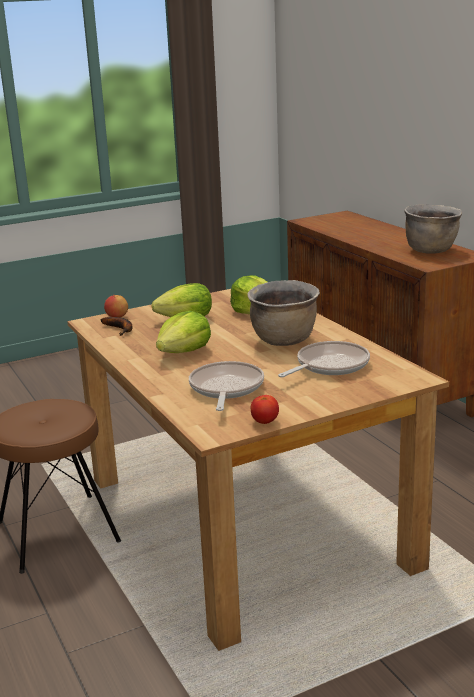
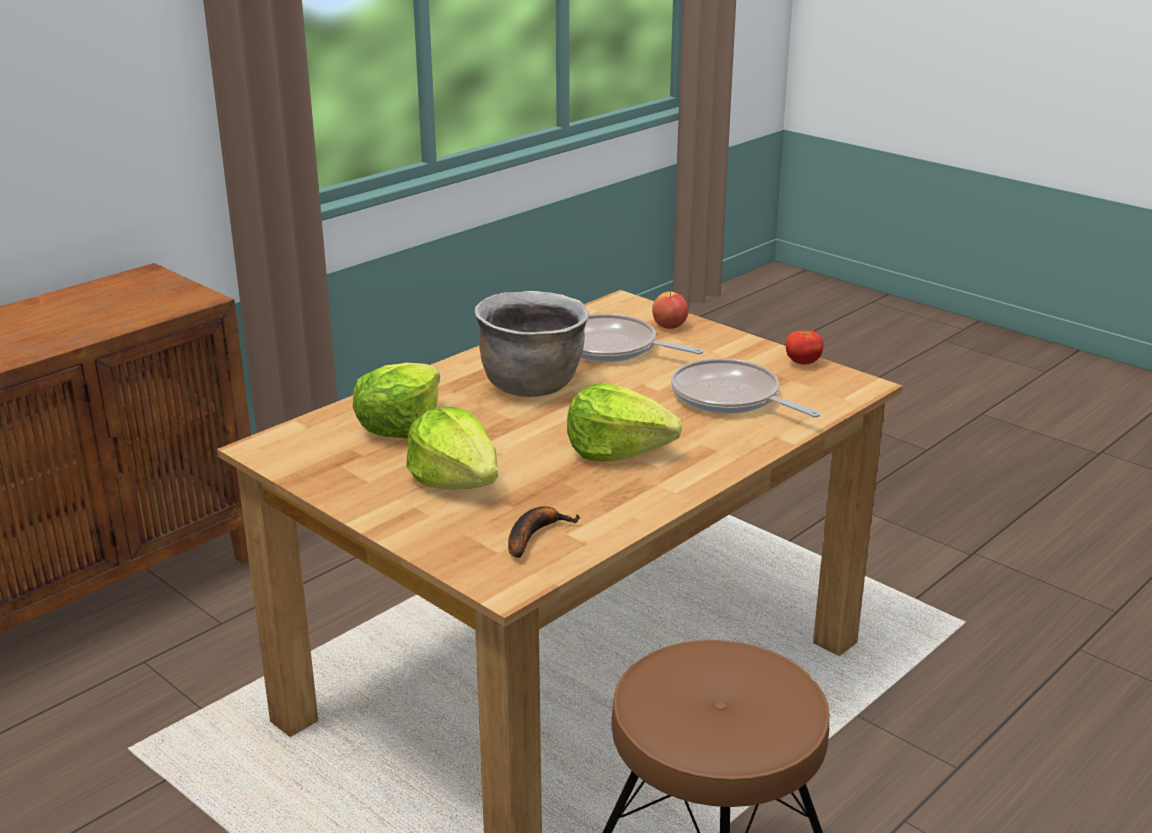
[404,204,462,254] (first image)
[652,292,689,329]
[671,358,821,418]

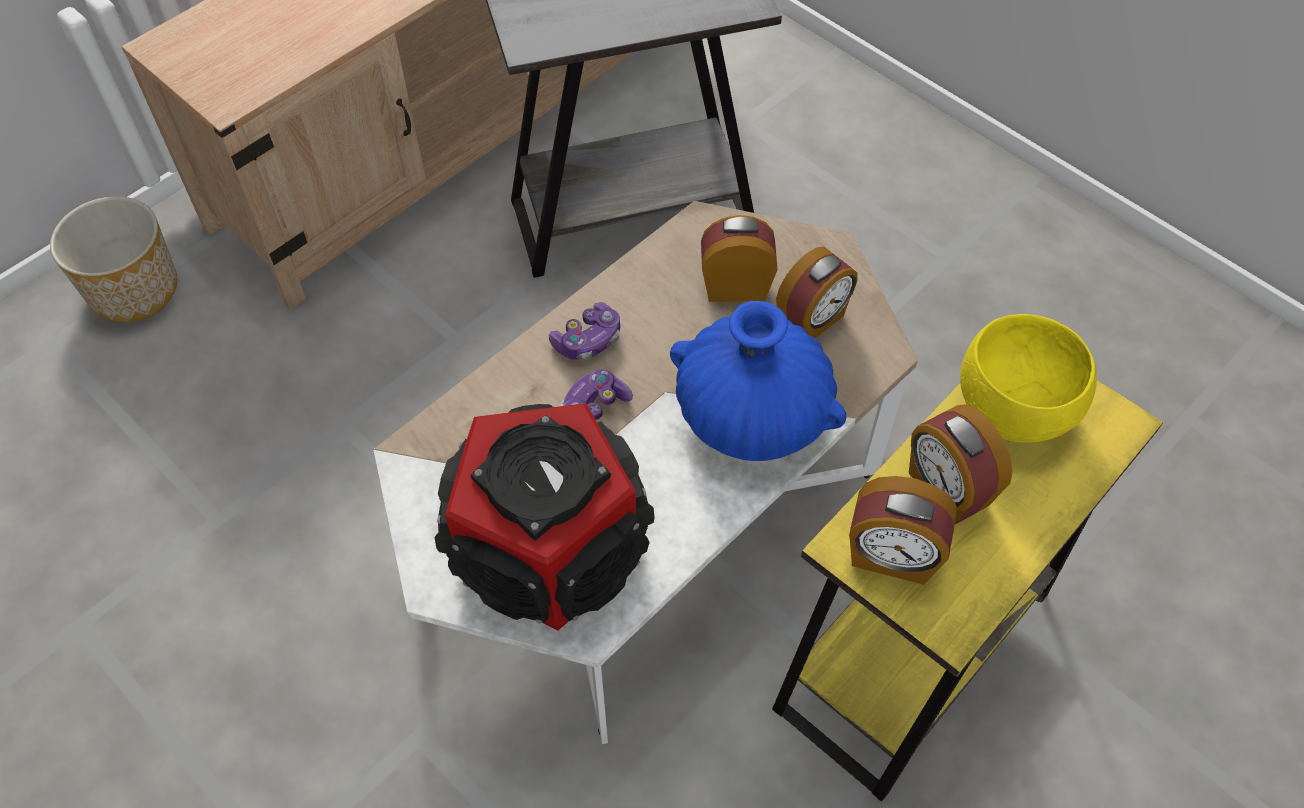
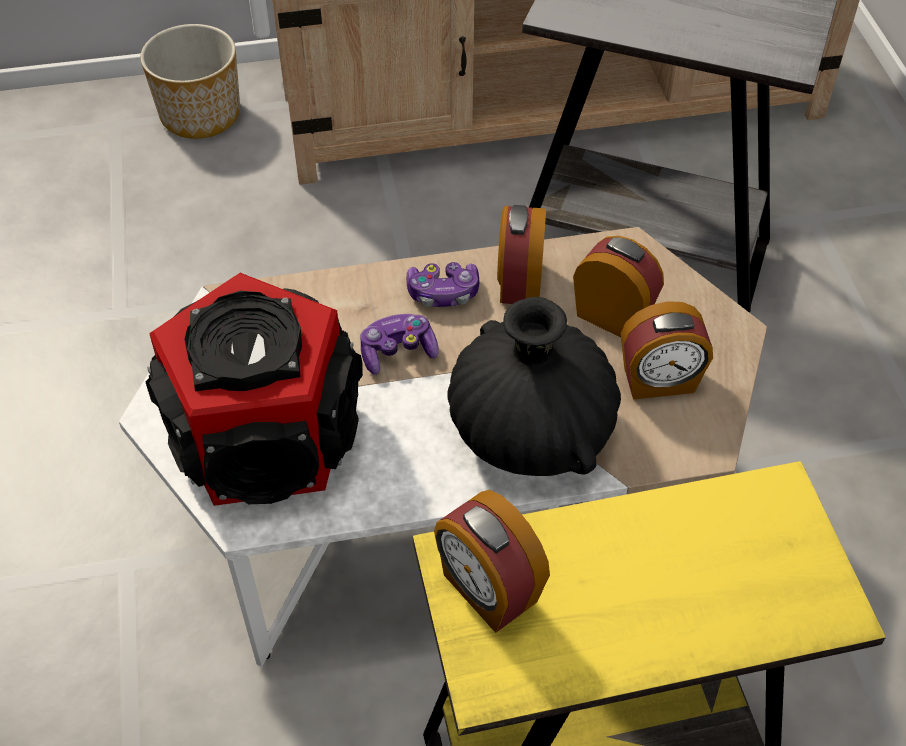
[960,314,1097,443] (first image)
[497,205,546,304]
[447,297,621,476]

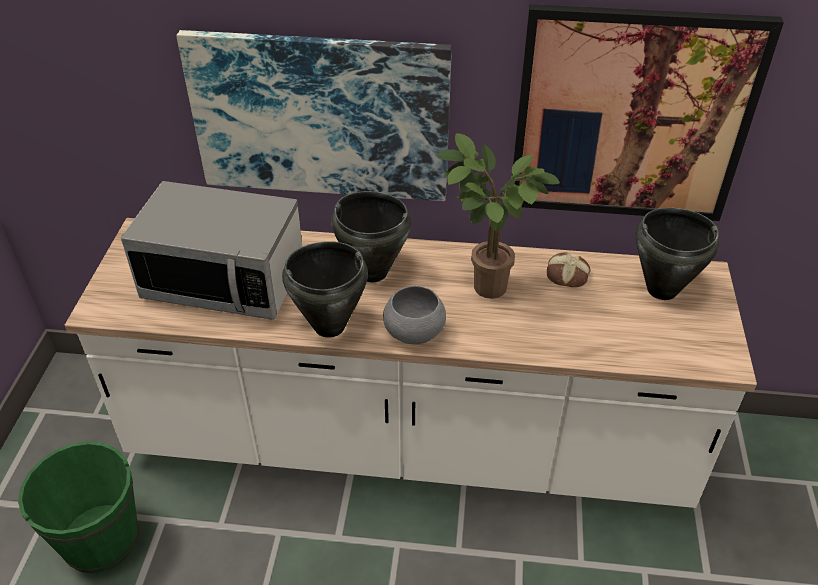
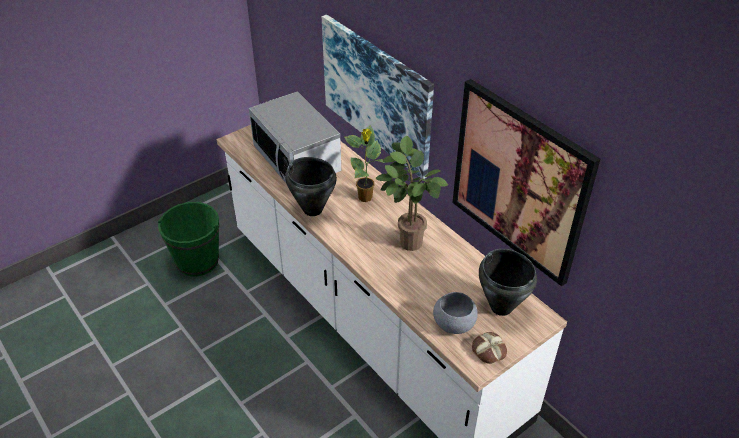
[433,292,478,334]
[472,332,507,364]
[345,125,384,202]

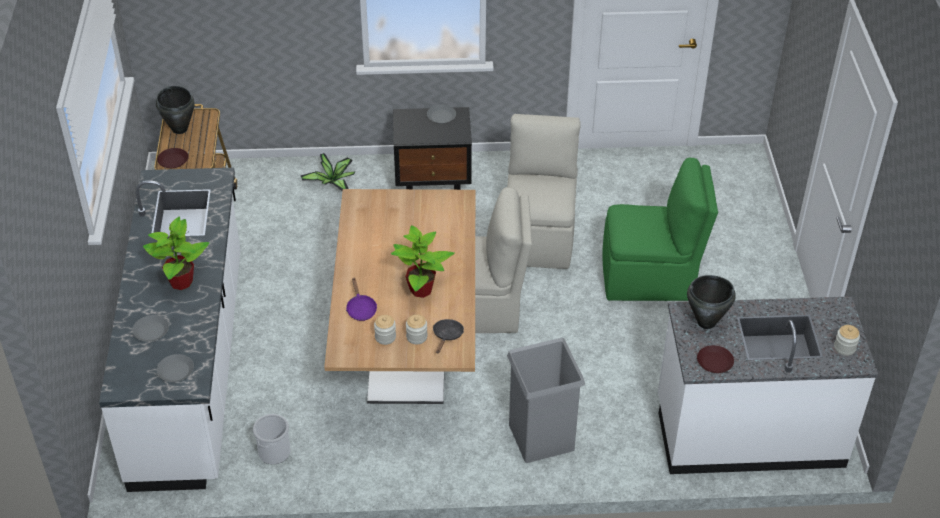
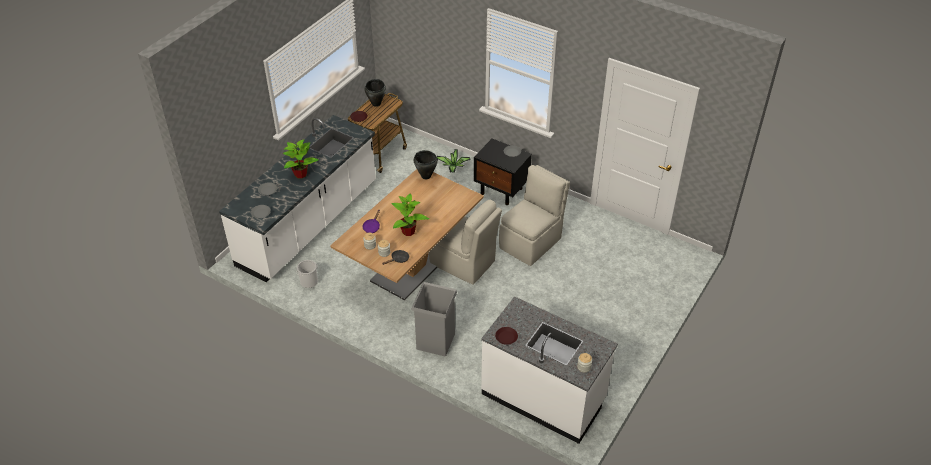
[602,158,718,301] (first image)
[414,150,438,179]

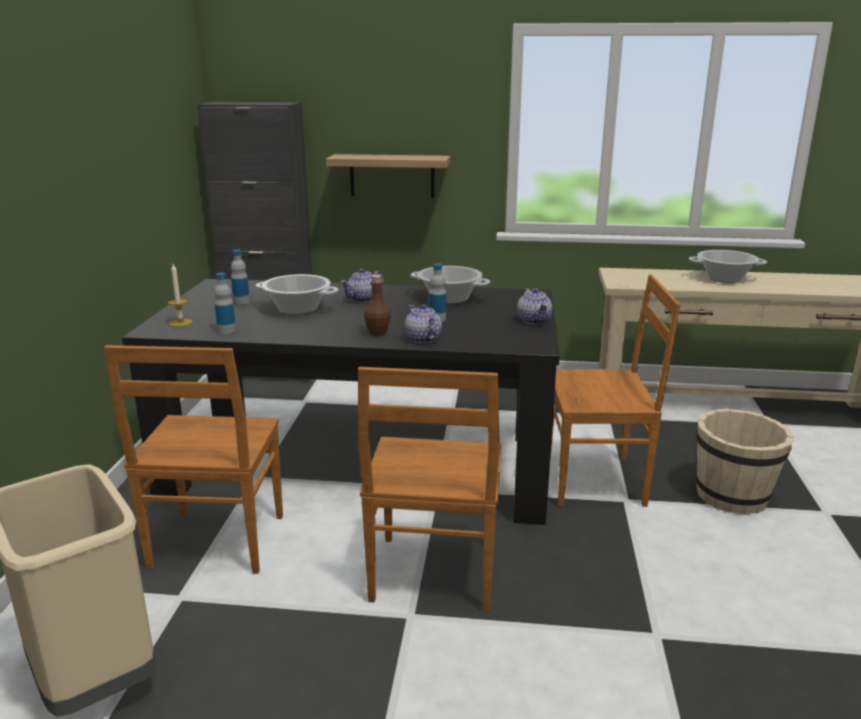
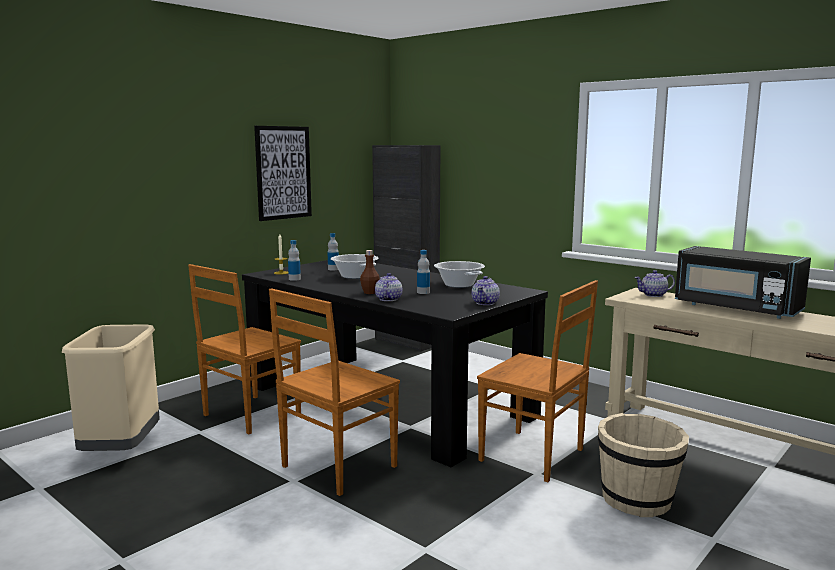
[326,154,450,198] (first image)
[254,126,312,221]
[634,270,675,297]
[675,246,811,319]

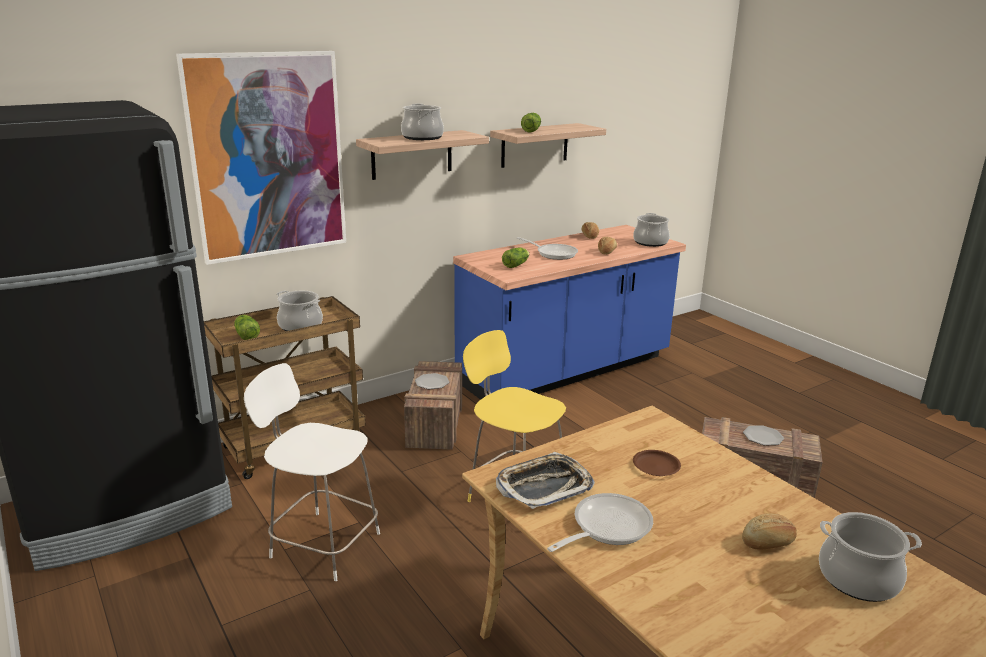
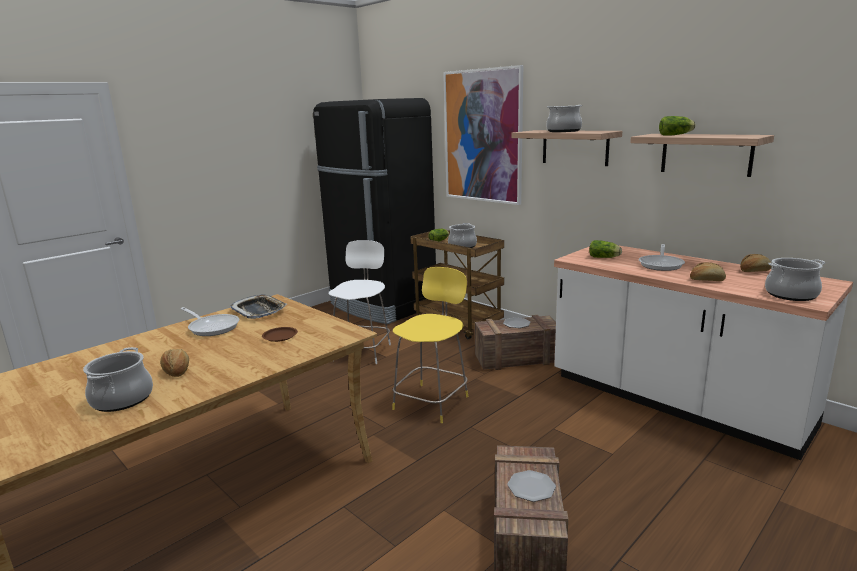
[554,245,853,460]

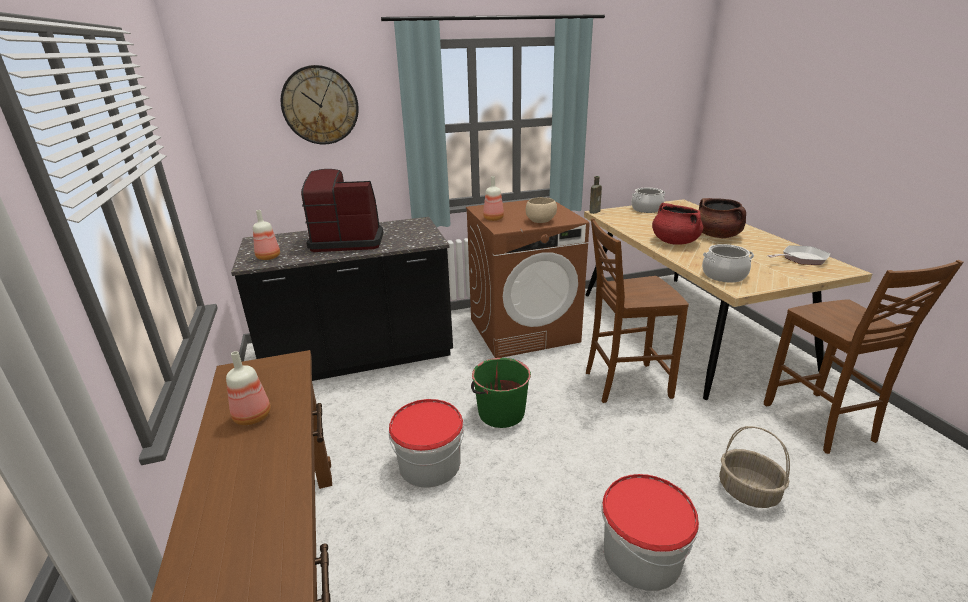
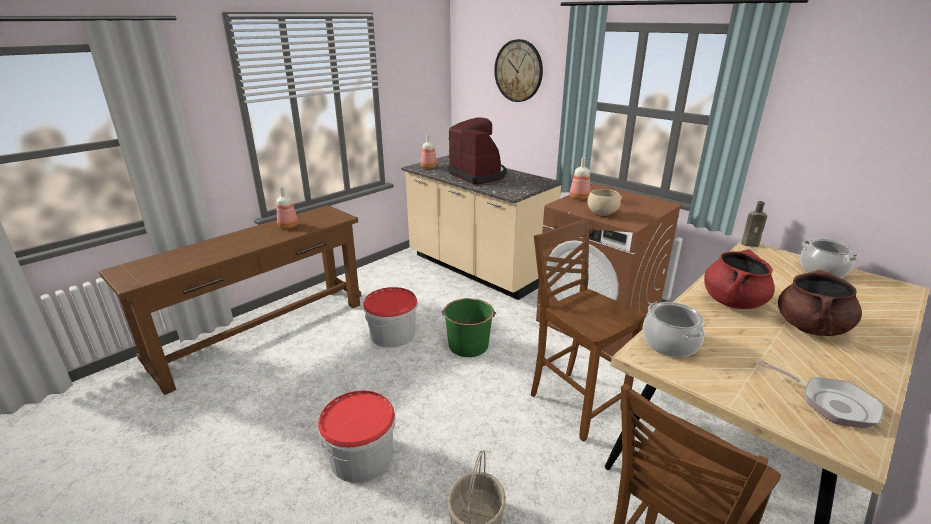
[401,155,562,300]

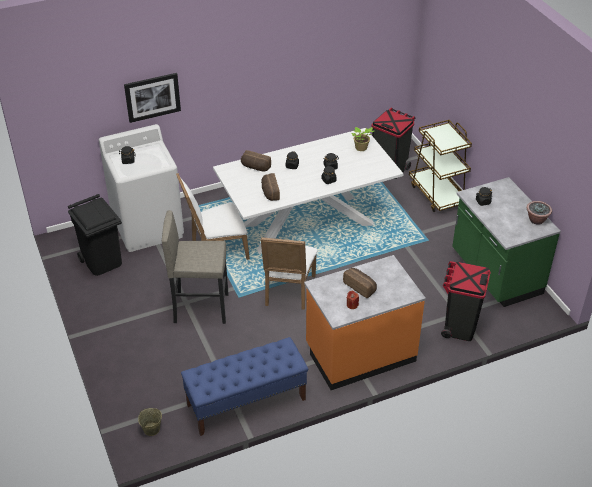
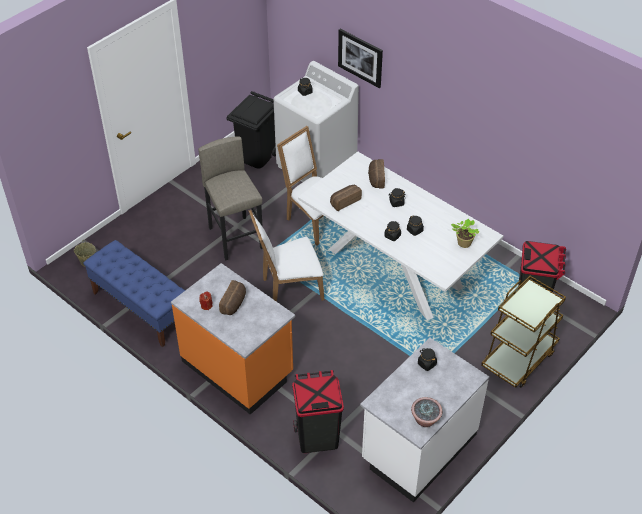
[360,338,489,503]

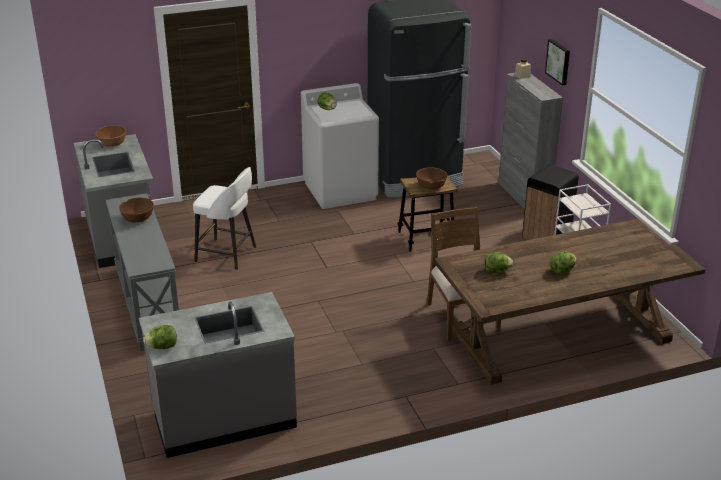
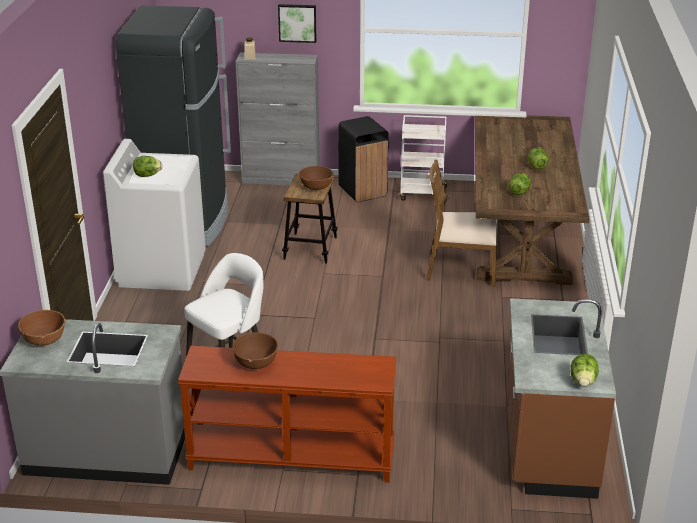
[178,346,396,483]
[508,298,616,499]

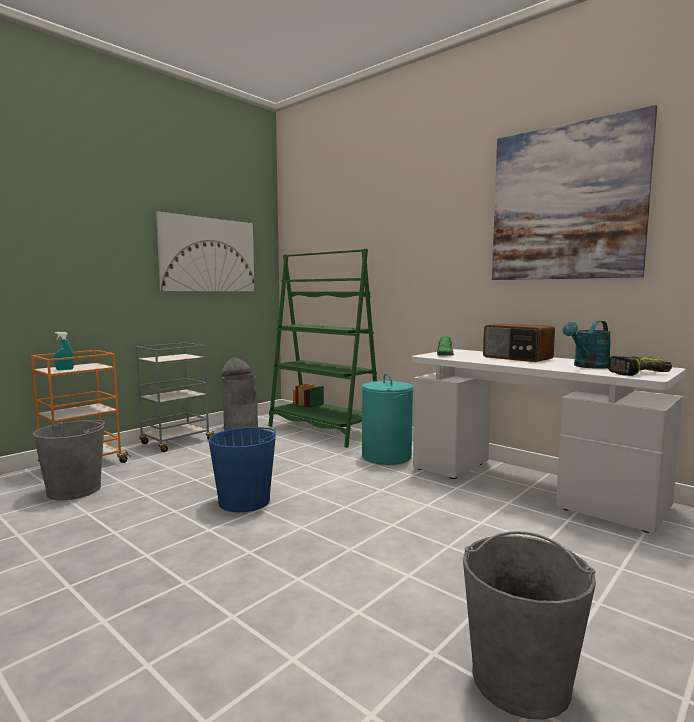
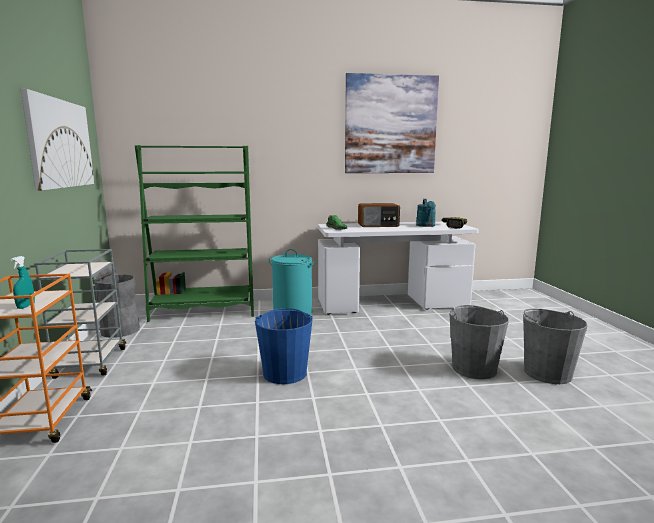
[449,305,509,379]

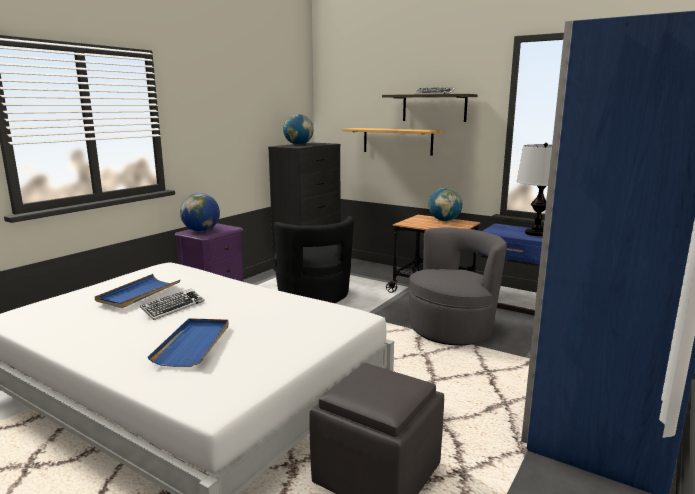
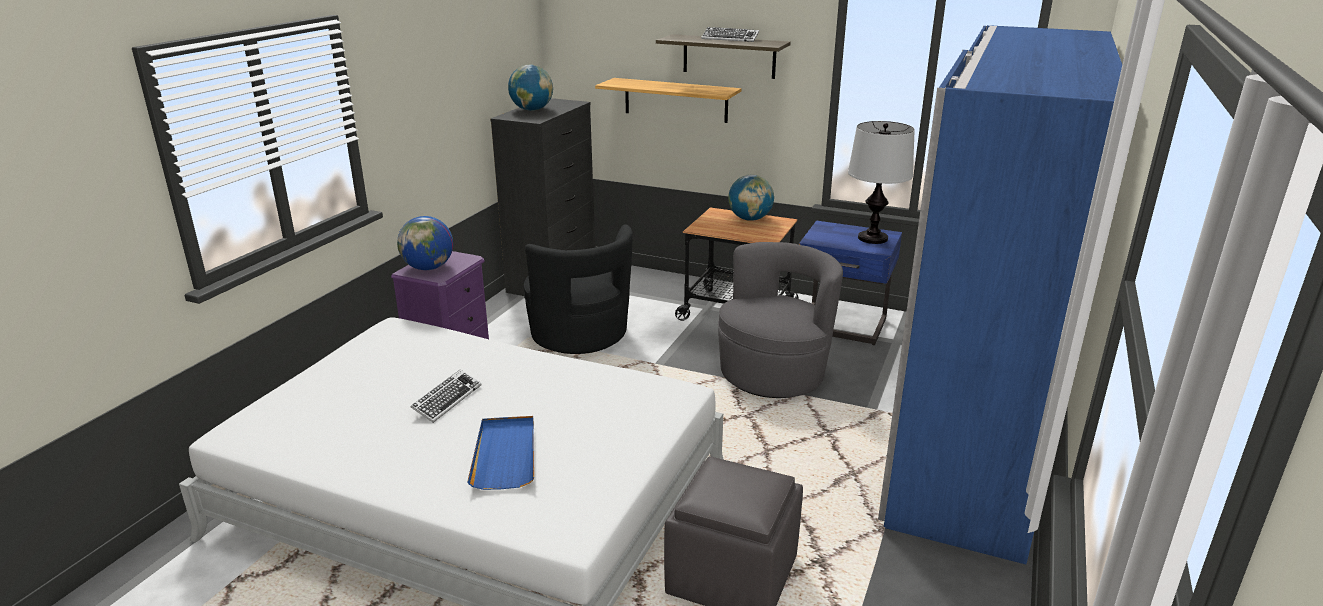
[95,274,180,308] (first image)

